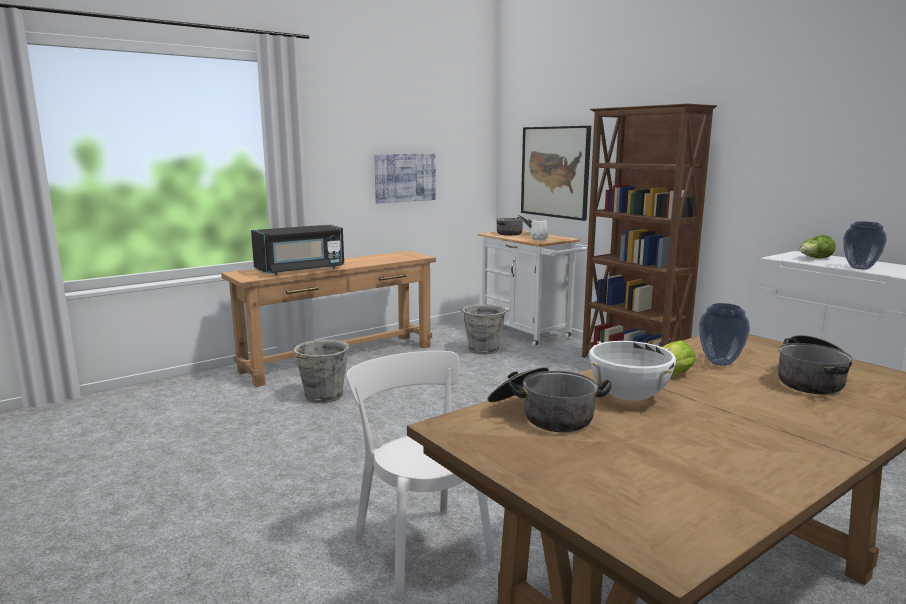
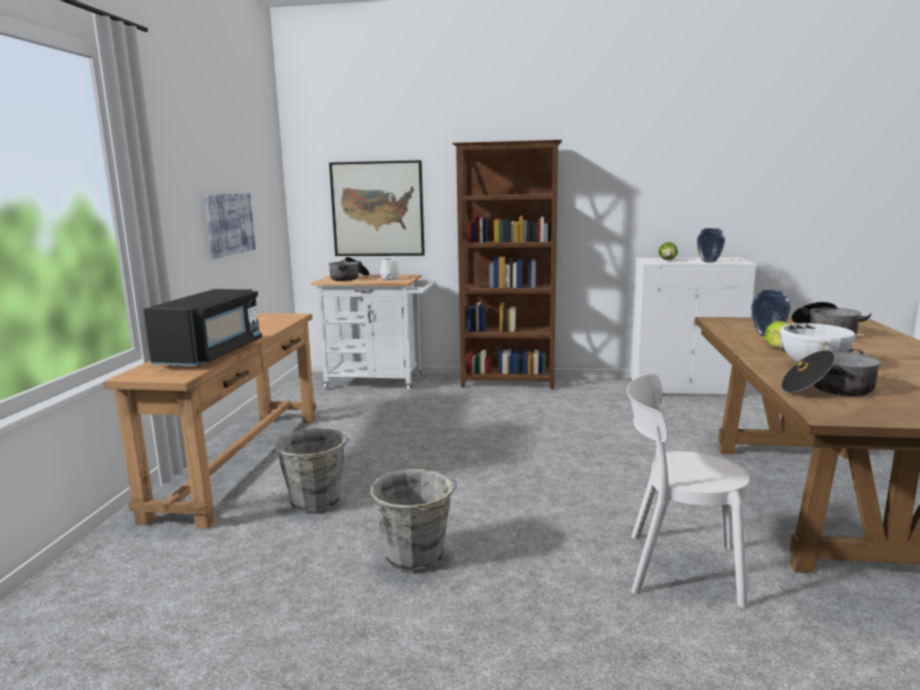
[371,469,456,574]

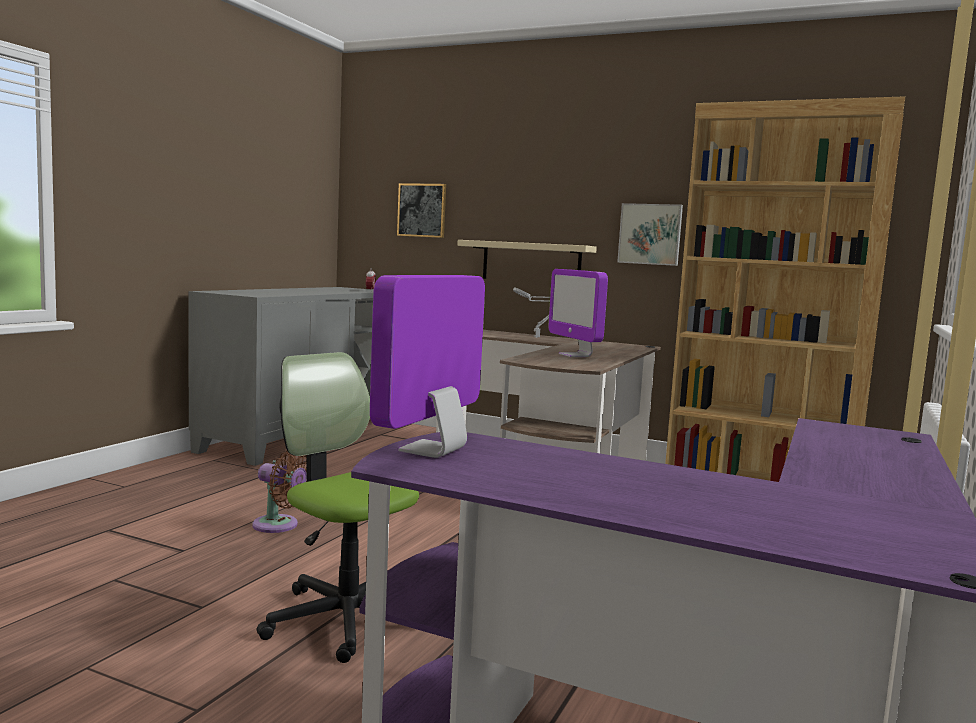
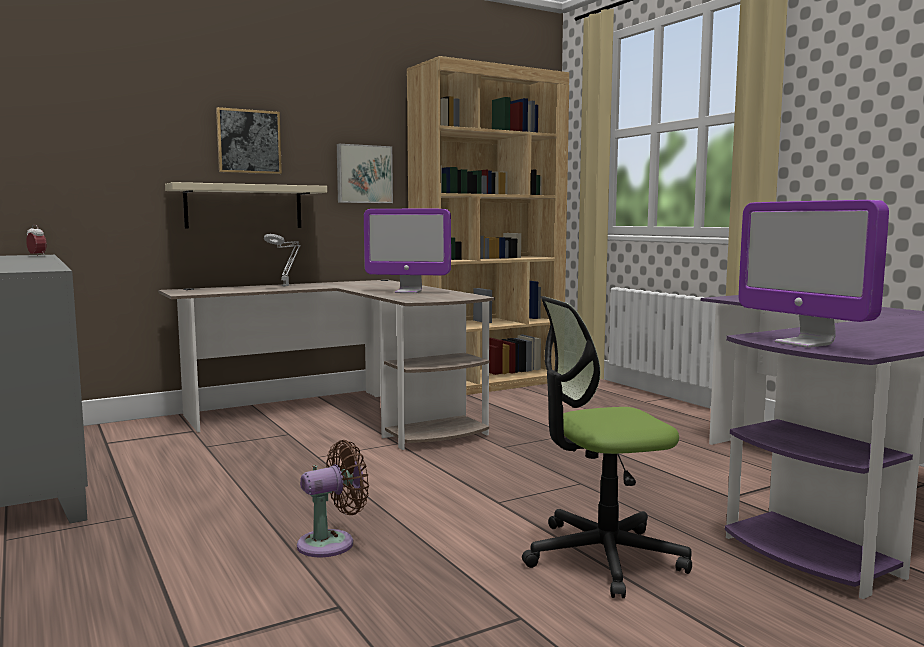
[216,107,282,174]

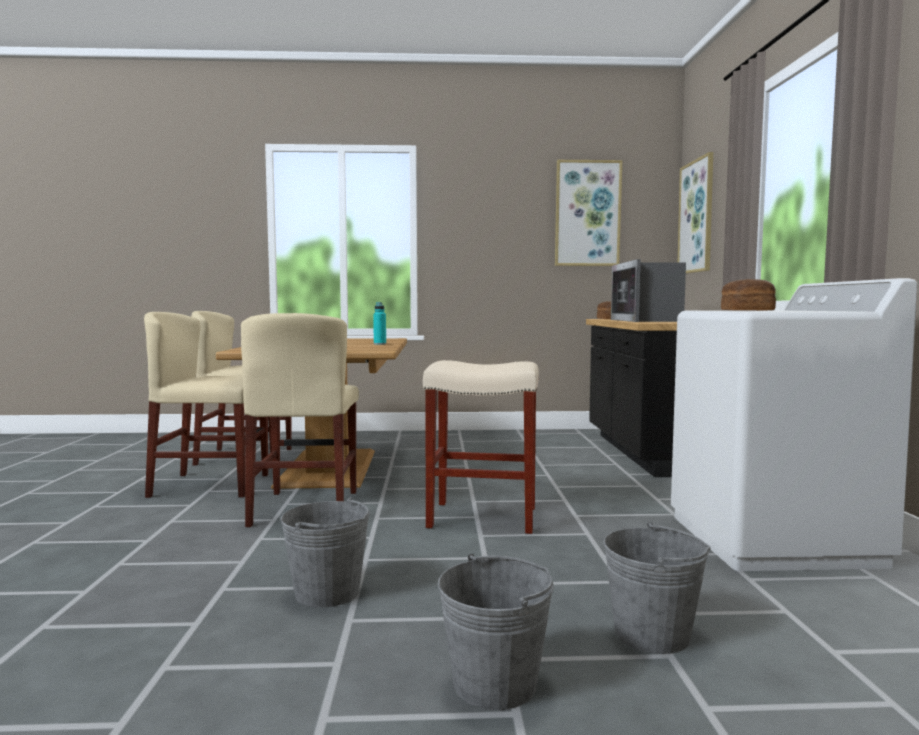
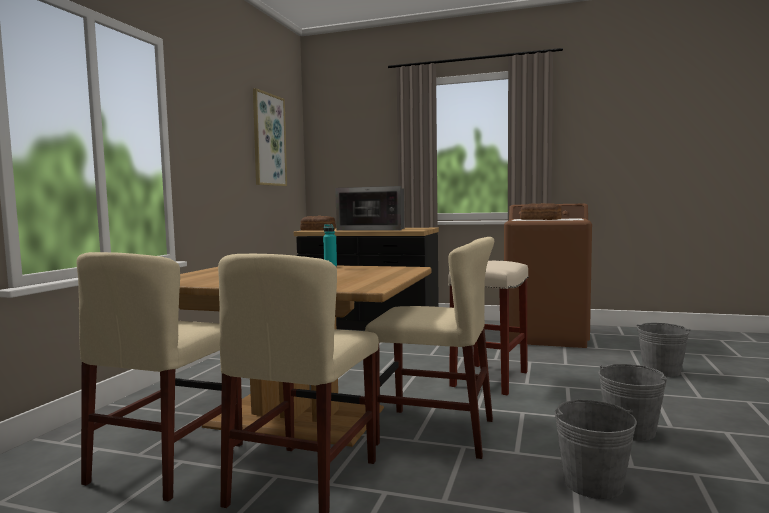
[678,152,713,274] (first image)
[554,399,637,499]
[504,204,592,348]

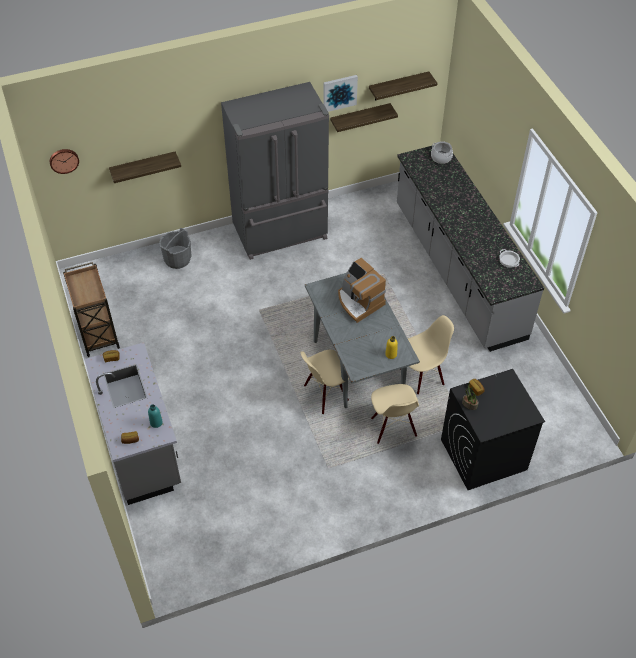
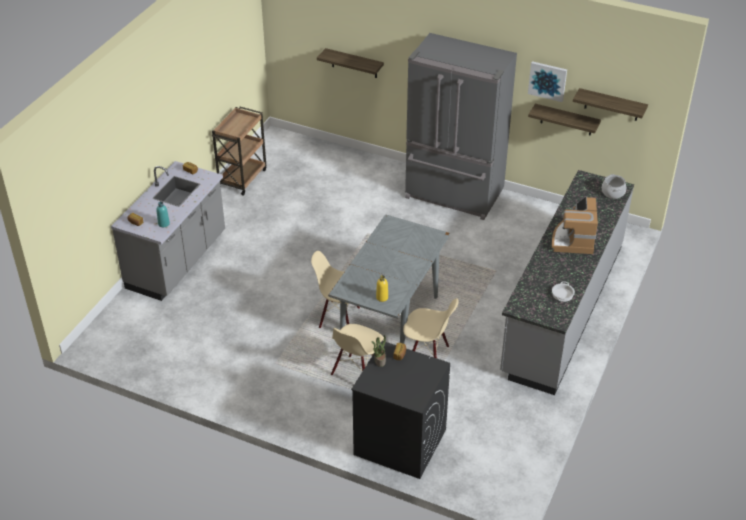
[50,149,79,174] (first image)
[159,228,192,269] (first image)
[552,196,598,254]

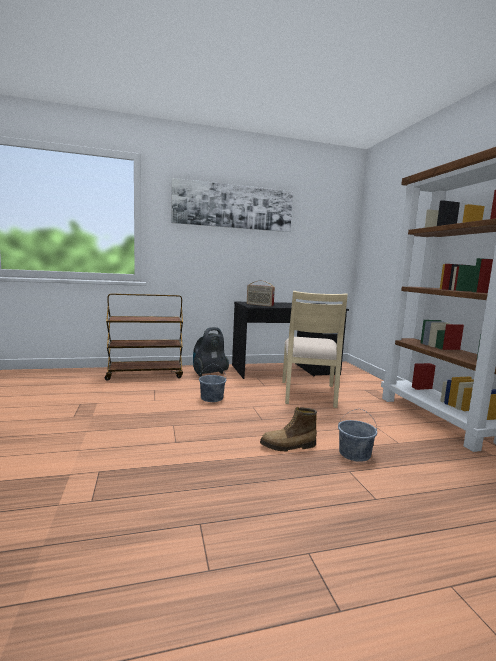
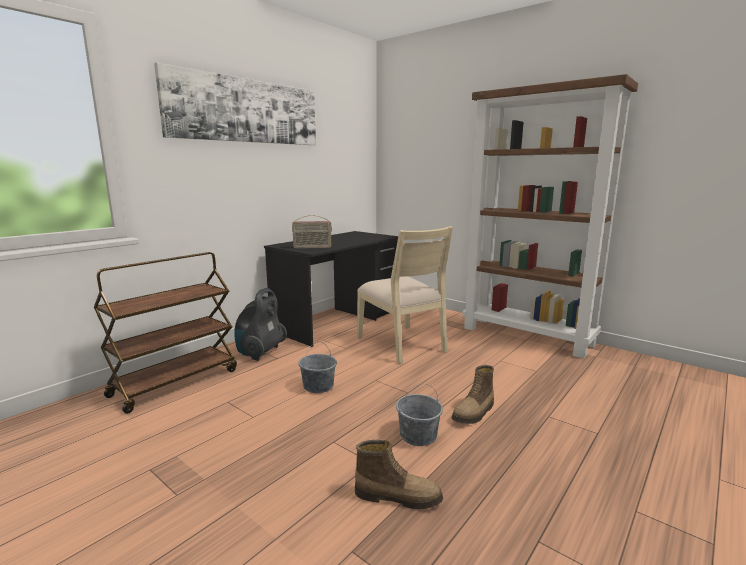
[355,440,443,509]
[396,384,443,446]

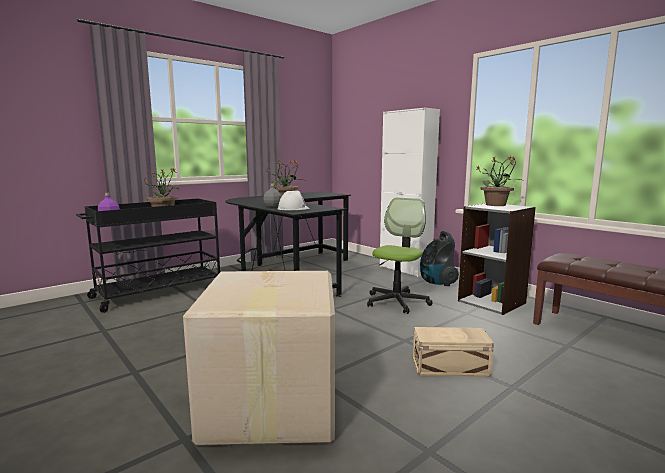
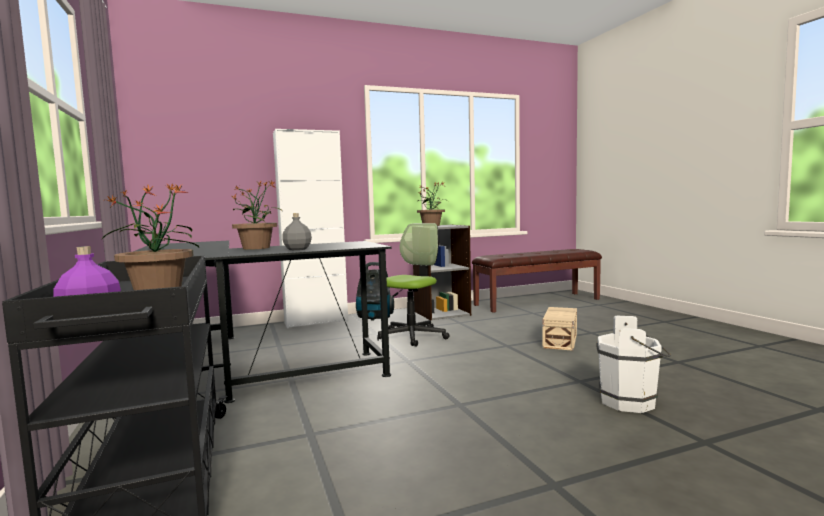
[277,191,310,210] (first image)
[596,316,671,413]
[377,223,450,347]

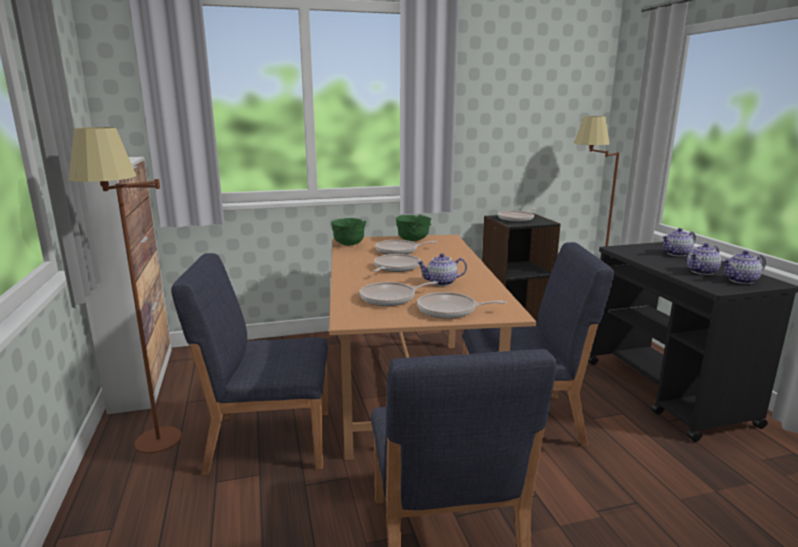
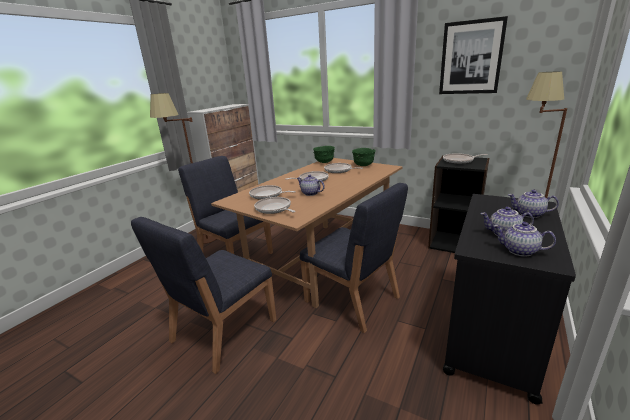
[439,16,508,94]

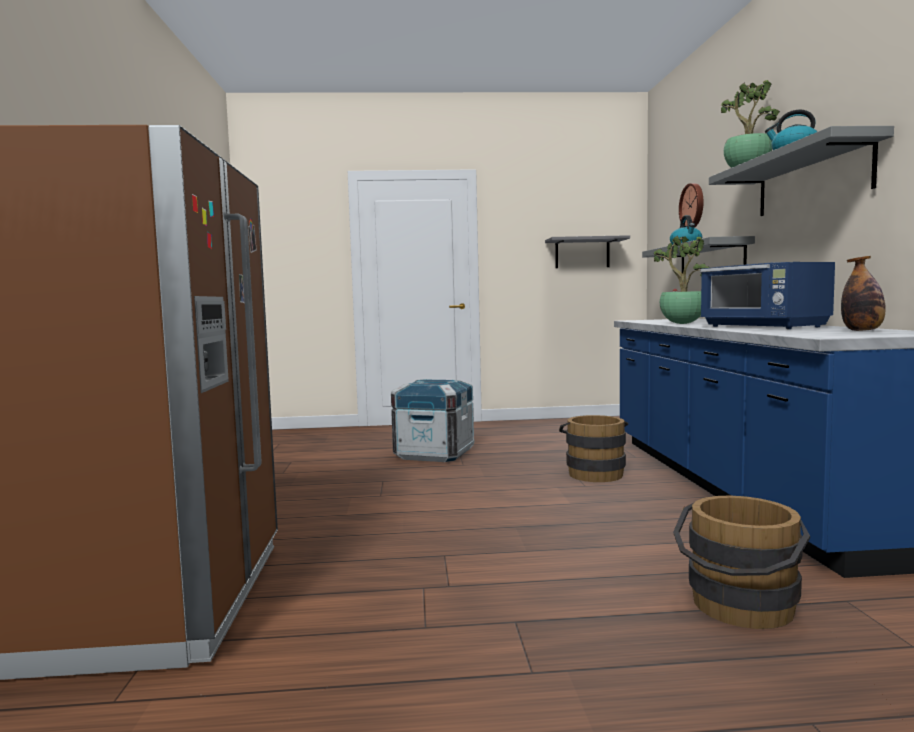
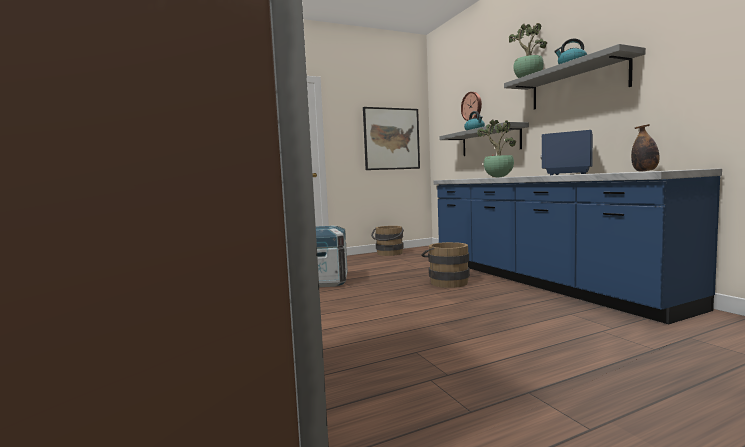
[371,226,404,256]
[363,107,420,170]
[540,130,593,175]

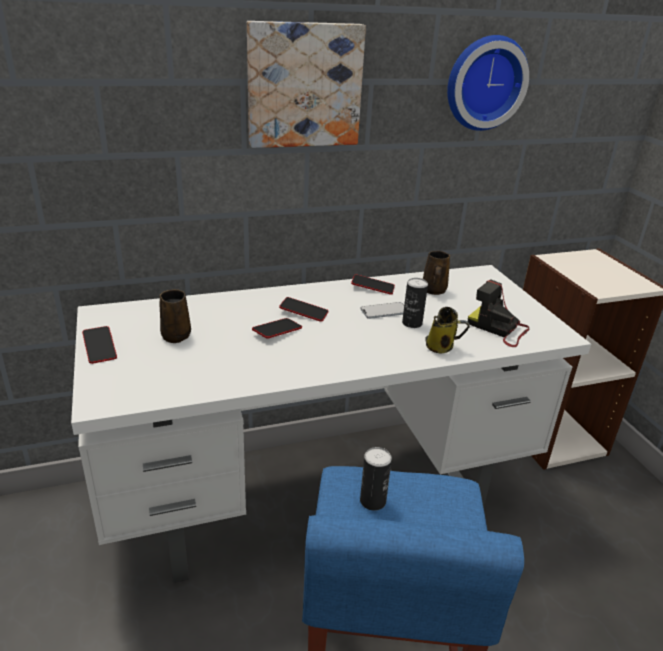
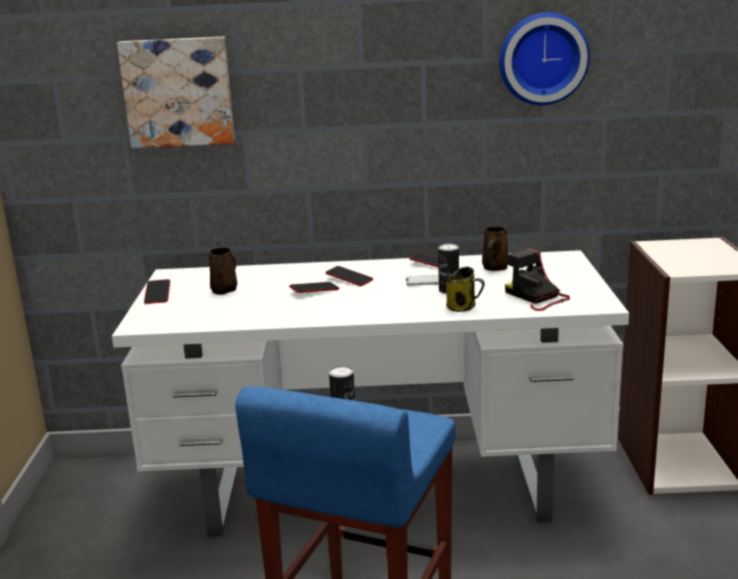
[117,37,235,148]

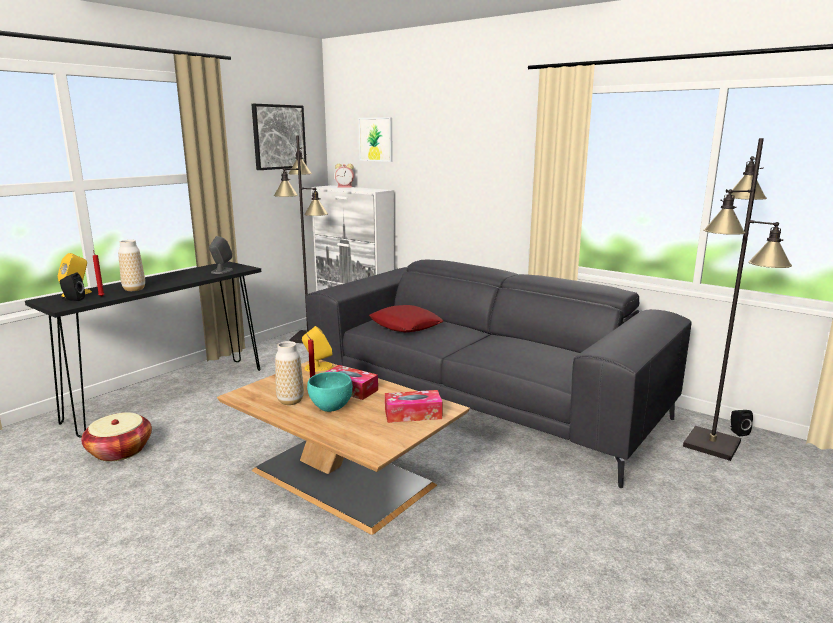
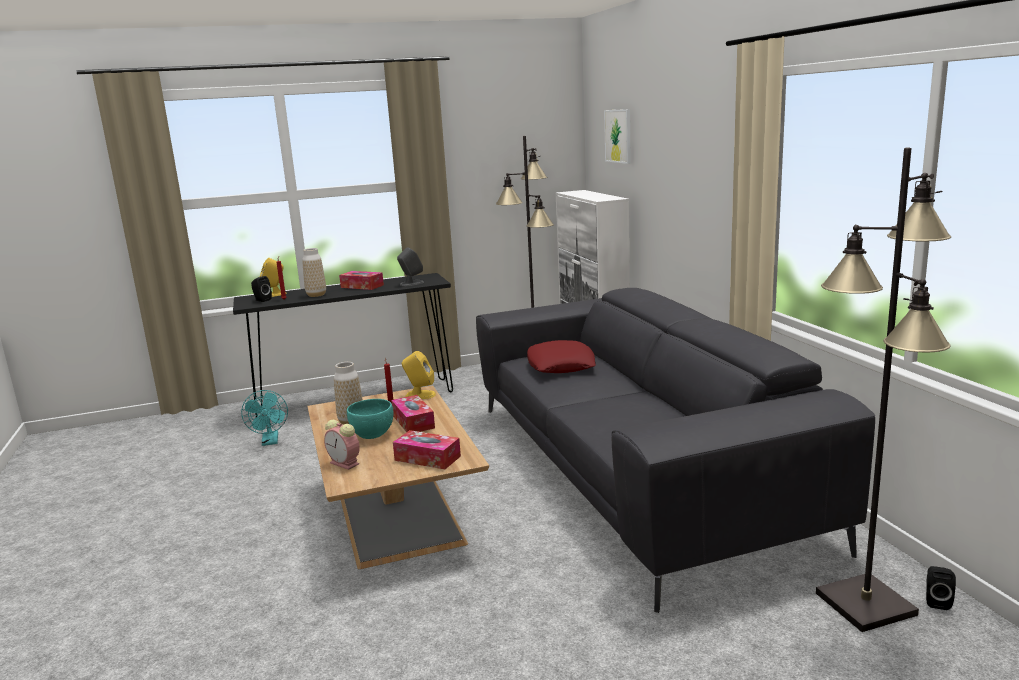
[251,104,307,170] (first image)
[339,271,384,290]
[324,420,360,470]
[241,390,288,446]

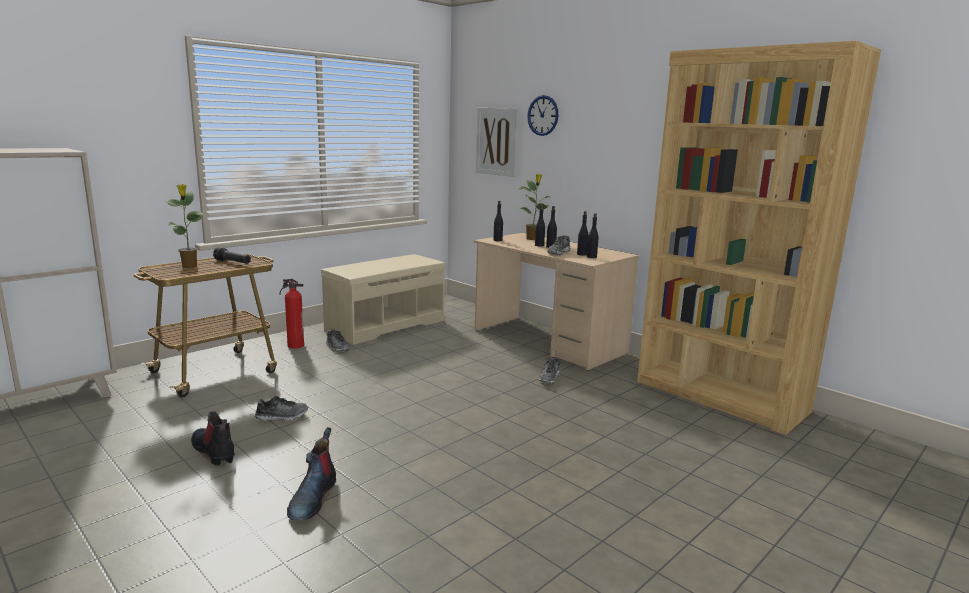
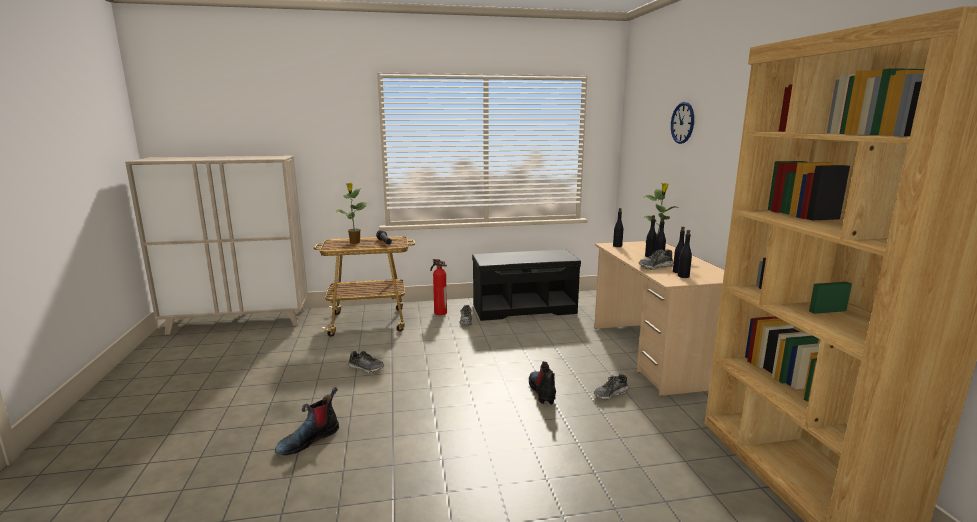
[476,108,518,177] (first image)
[529,361,556,405]
[472,249,581,321]

